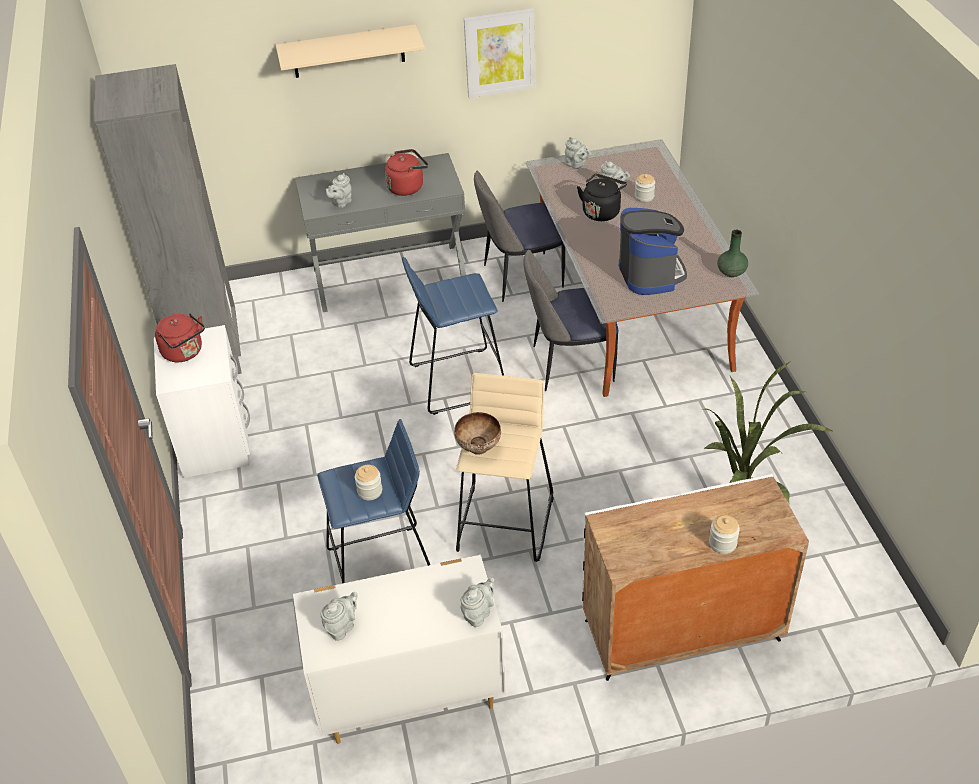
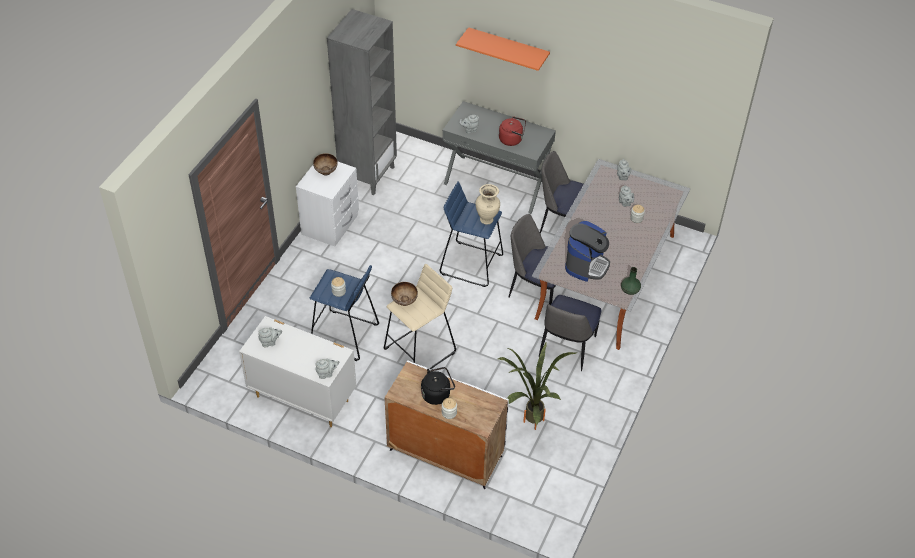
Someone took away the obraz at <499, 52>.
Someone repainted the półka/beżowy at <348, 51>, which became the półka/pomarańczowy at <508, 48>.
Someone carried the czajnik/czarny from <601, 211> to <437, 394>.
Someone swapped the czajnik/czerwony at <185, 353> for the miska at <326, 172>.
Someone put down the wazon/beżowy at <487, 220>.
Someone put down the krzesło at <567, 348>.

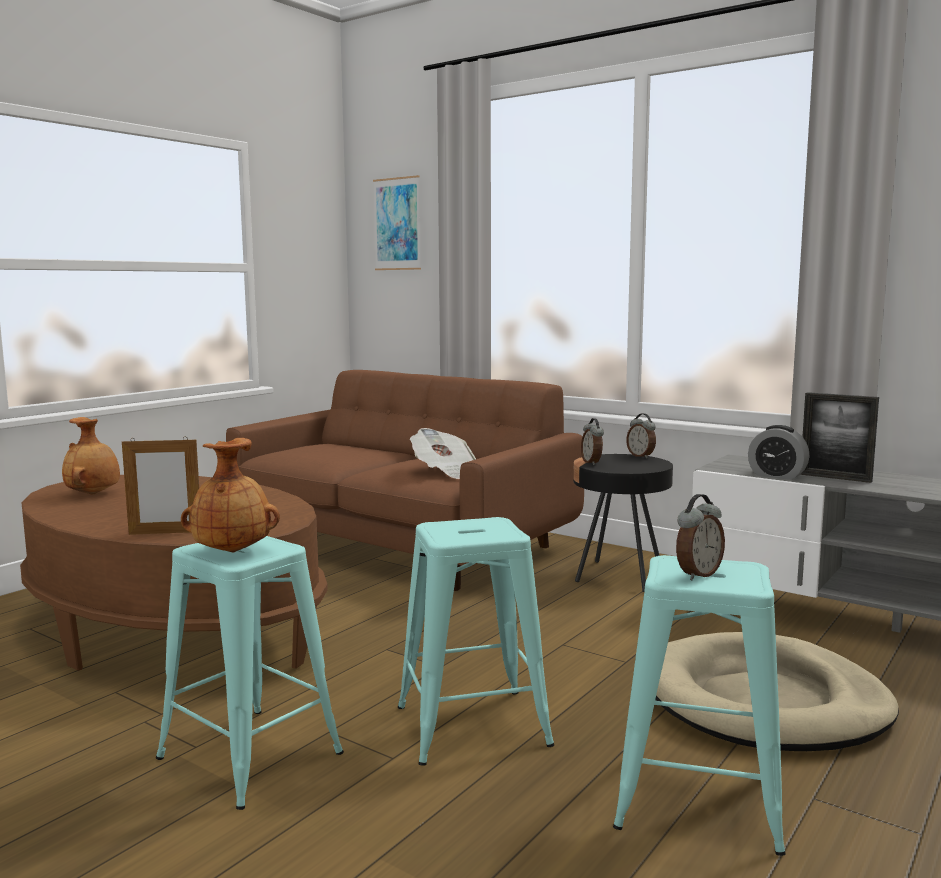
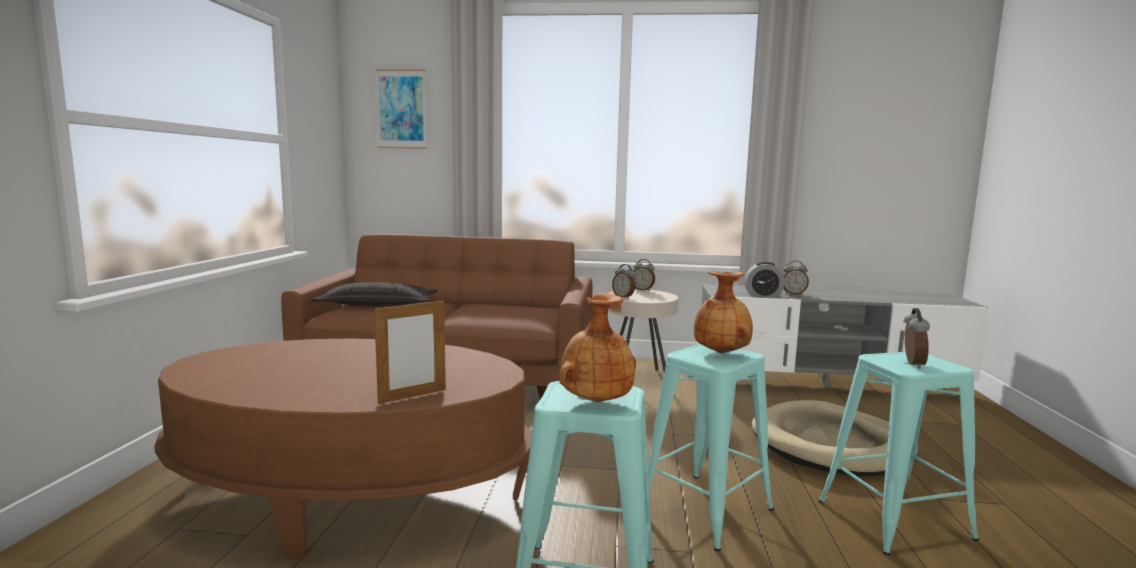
Someone swapped the ramka na zdjęcie at <835, 478> for the budzik at <793, 294>.
Someone carried the wazon/brązowy from <94, 494> to <722, 352>.
Someone took away the gazeta at <445, 472>.
Someone repainted the stolik/czarny at <619, 576>, which became the stolik/beżowy at <638, 378>.
Someone put down the poduszka at <377, 305>.

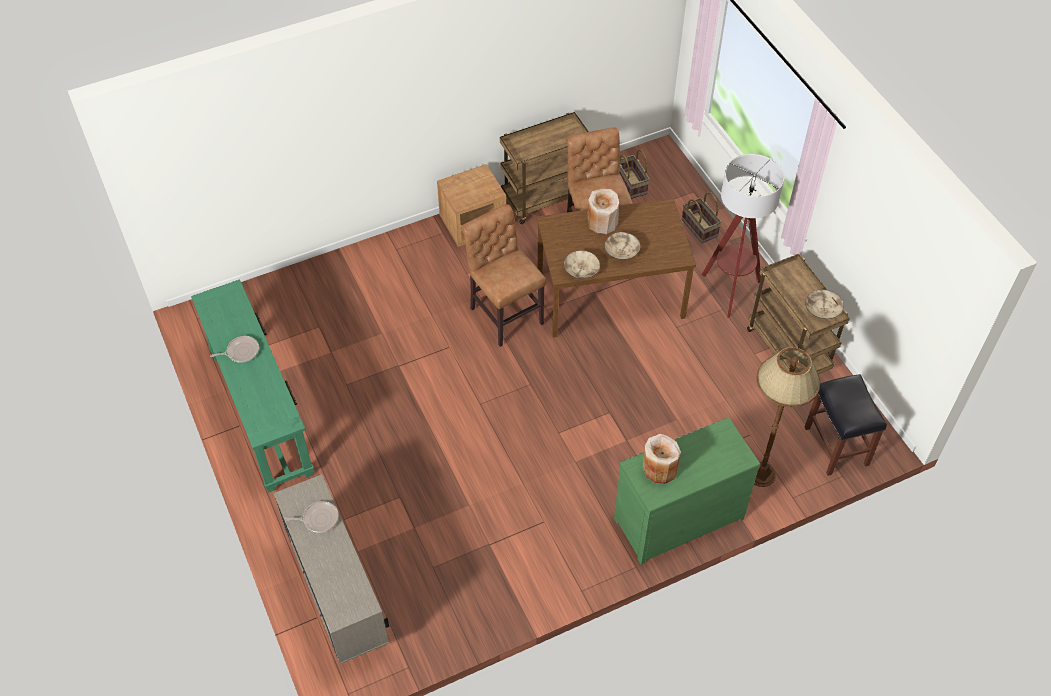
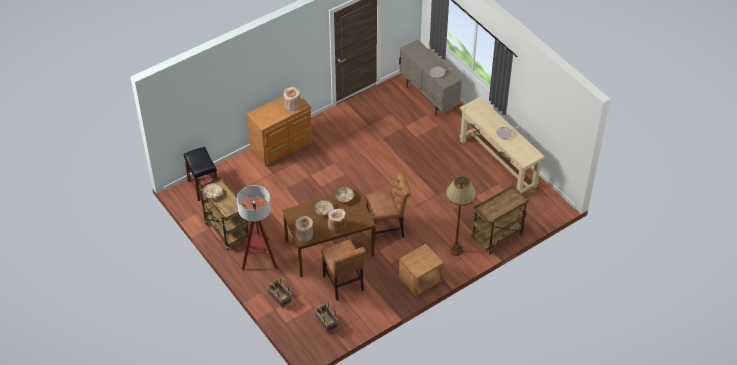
Someone carried the wózek/brązowy from <545, 198> to <497, 237>.
Someone rotated the krzesło/brązowy at <504, 313> by 60 degrees counterclockwise.
Someone repainted the stolik konsolowy/zielony at <262, 412>, which became the stolik konsolowy/beżowy at <497, 163>.
Someone carried the lampa stojąca/brązowy from <760, 474> to <456, 250>.
Someone repainted the komoda/zielony at <676, 516>, which became the komoda/brązowy at <282, 146>.
Someone put down the wazon/beżowy at <304, 235>.

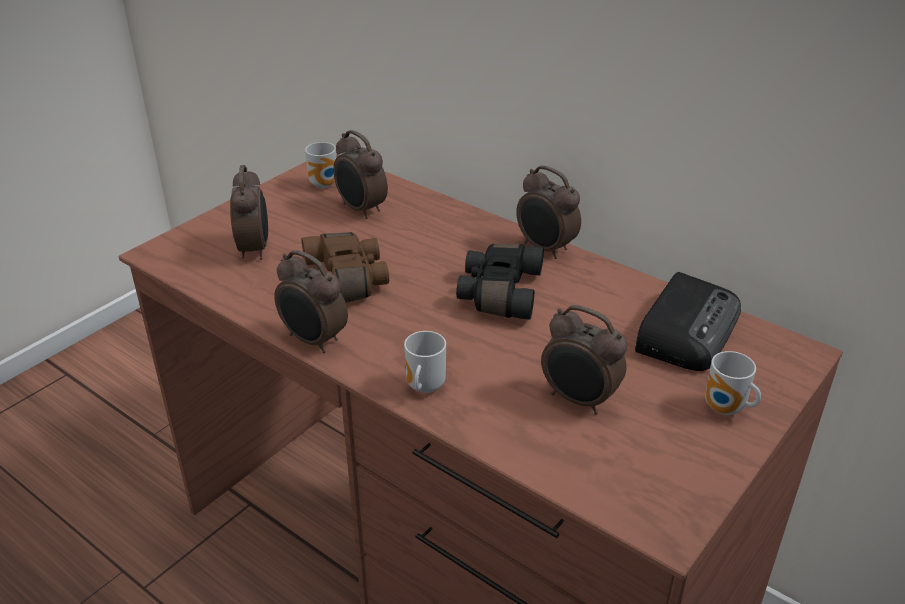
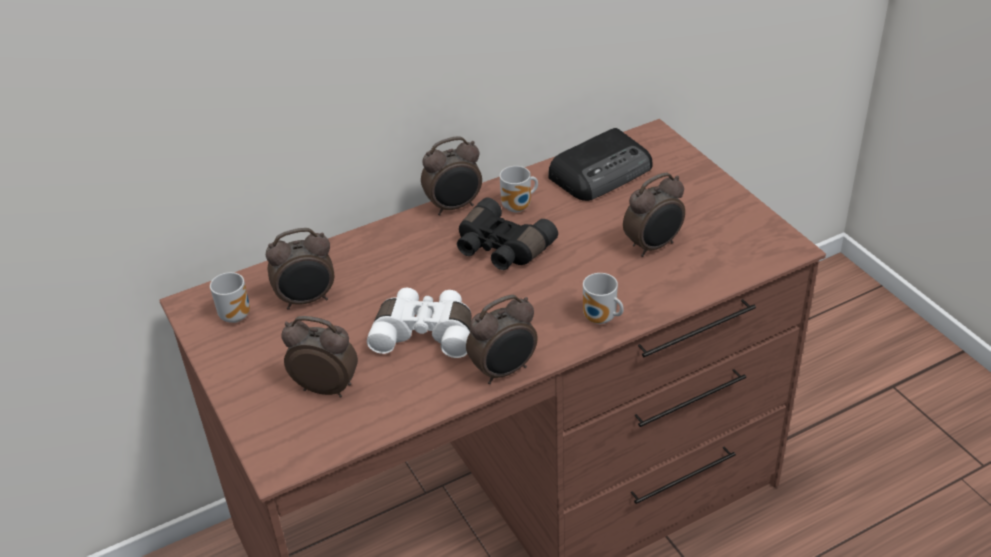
Someone repainted the lornetka/brązowy at <348, 280>, which became the lornetka/biały at <425, 332>.
Someone rotated the radio at <687, 329> by 90 degrees clockwise.
Someone carried the kubek from <725, 410> to <519, 207>.

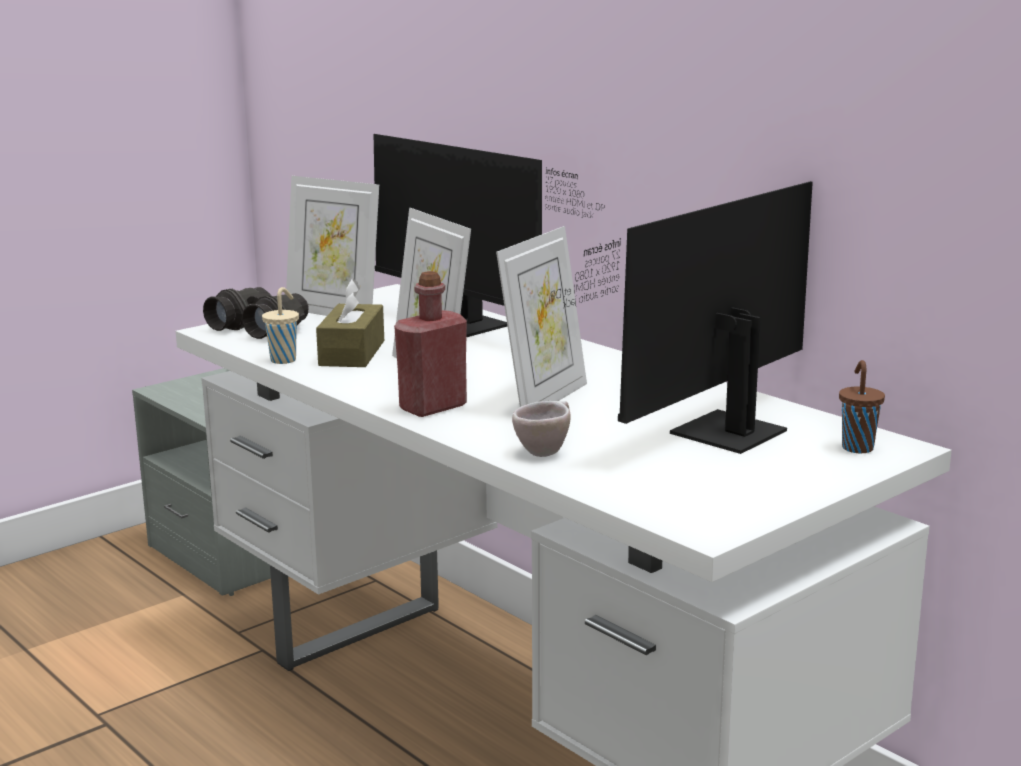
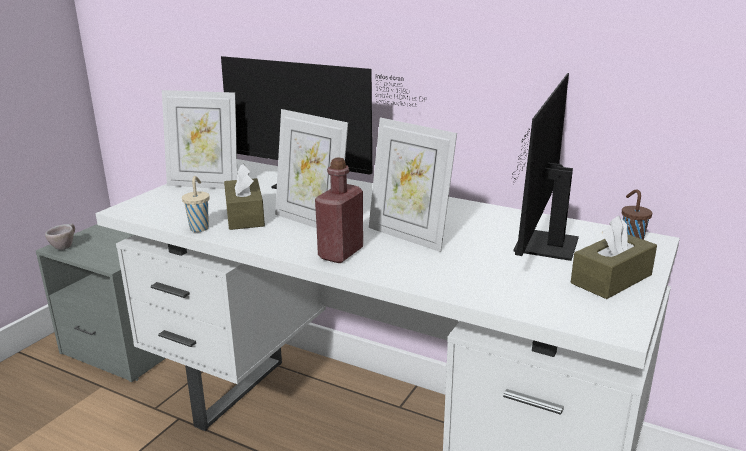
Someone rotated the ramka na zdjęcie at <544, 400> by 120 degrees clockwise.
Someone took away the lornetka/czarny at <260, 328>.
Someone carried the filiżanka/beżowy from <546, 451> to <65, 246>.
Someone put down the pudełko chusteczek/brązowy at <611, 279>.

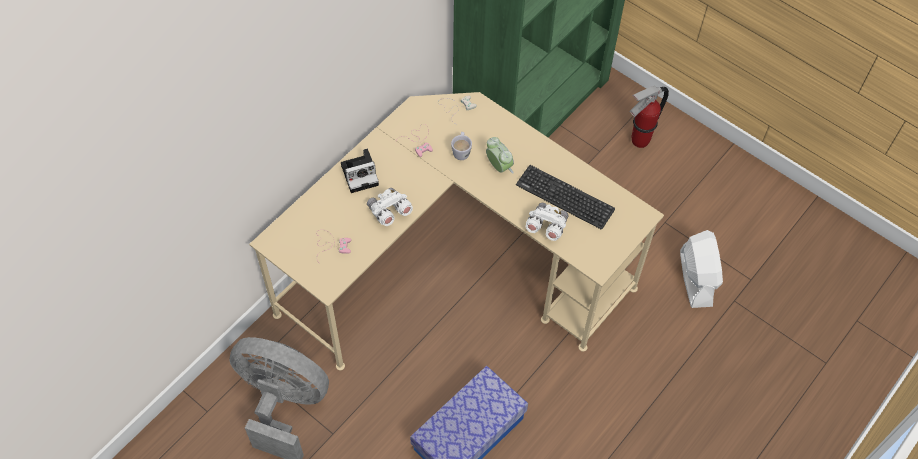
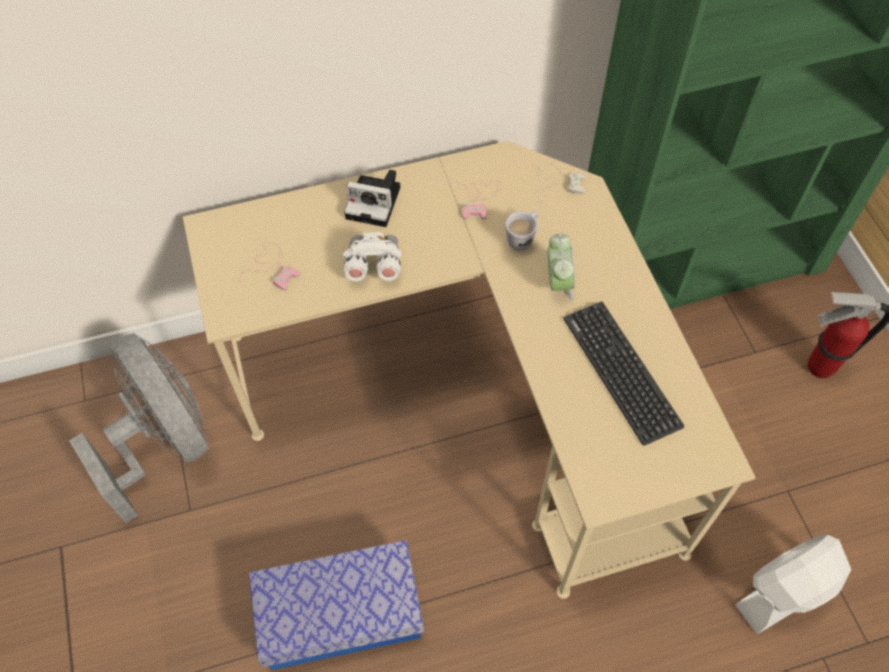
Someone took away the lornetka/biały at <546, 226>.
Someone rotated the wentylator/biały at <696, 278> by 150 degrees counterclockwise.

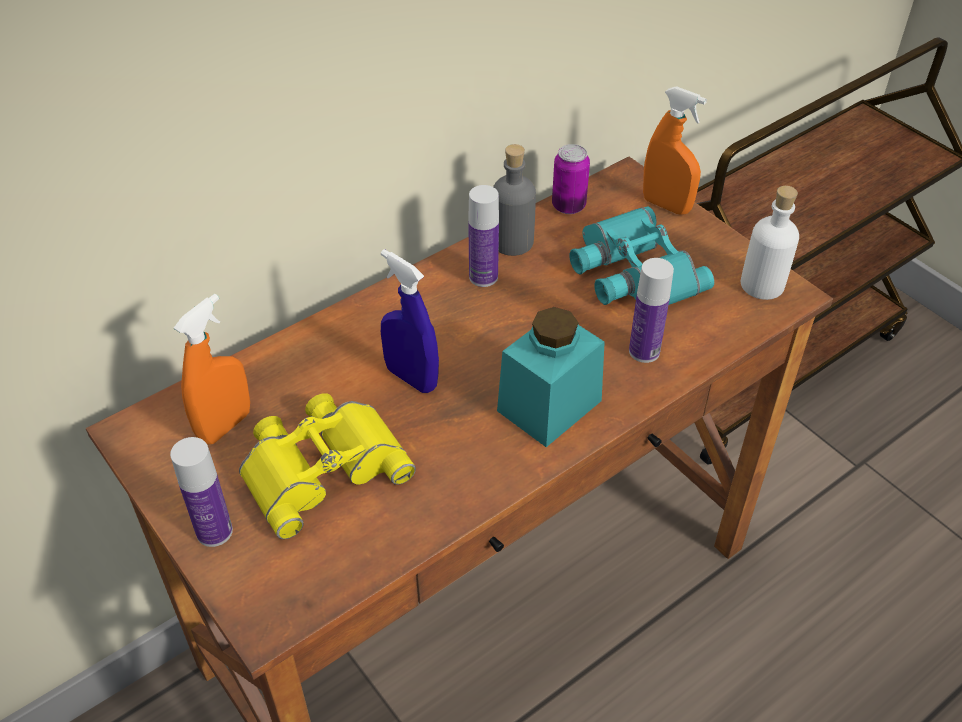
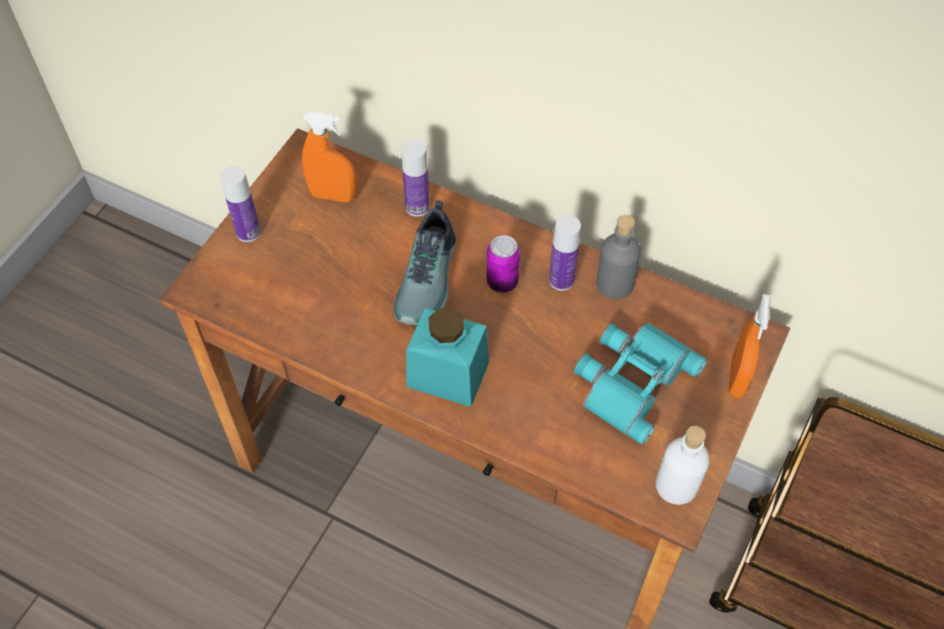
Someone carried the puszka from <568, 206> to <502, 282>.
Someone swapped the spryskiwacz/niebieski at <411, 378> for the but at <429, 278>.
Someone carried the butelka from <644, 351> to <417, 207>.
Someone took away the lornetka/żółty at <322, 466>.

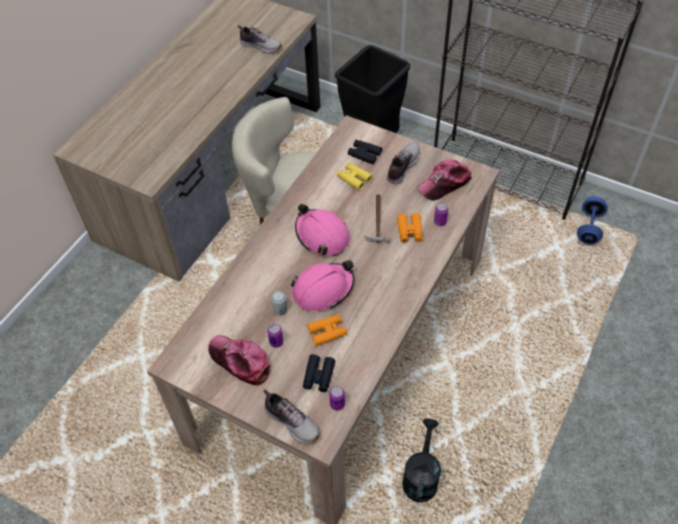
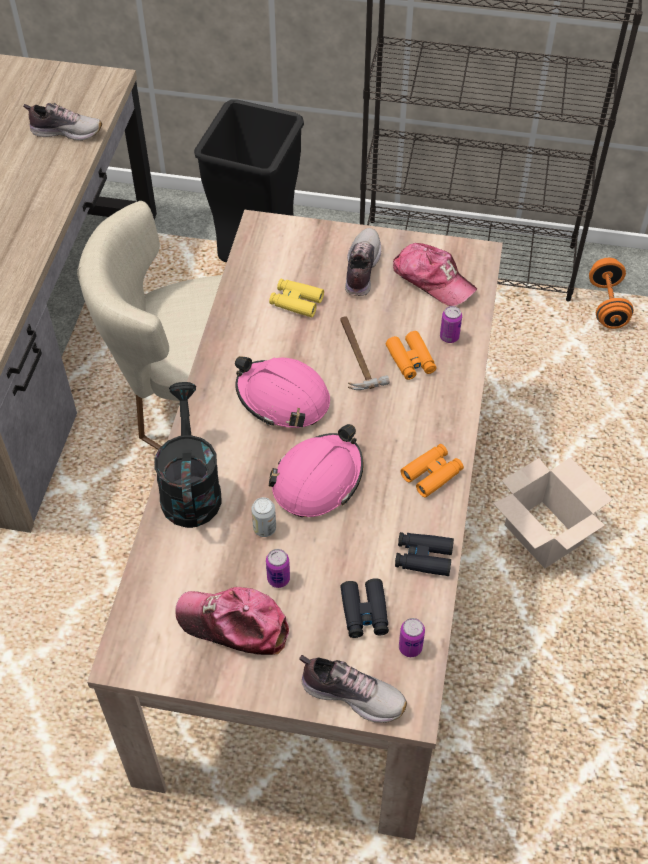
Someone carried the lornetka/czarny from <364, 154> to <423, 557>.
Someone rotated the czapka z daszkiem at <444, 184> by 90 degrees counterclockwise.
Someone repainted the hantel/niebieski at <589, 228>, which became the hantel/pomarańczowy at <607, 305>.
Someone carried the lornetka/pomarańczowy from <327, 332> to <432, 474>.
Someone carried the konewka/czarny from <420, 476> to <190, 488>.
Someone put down the karton at <545, 536>.

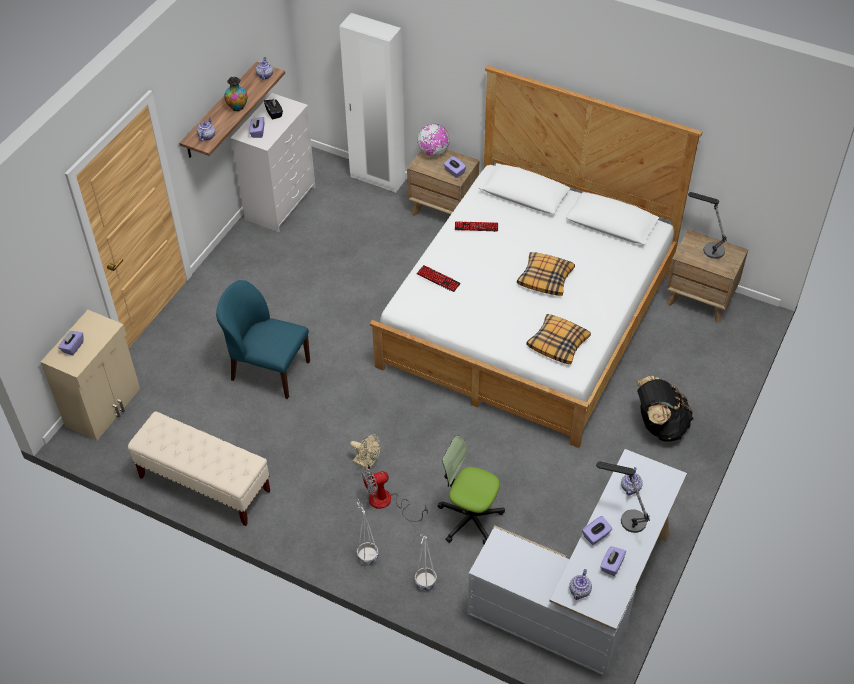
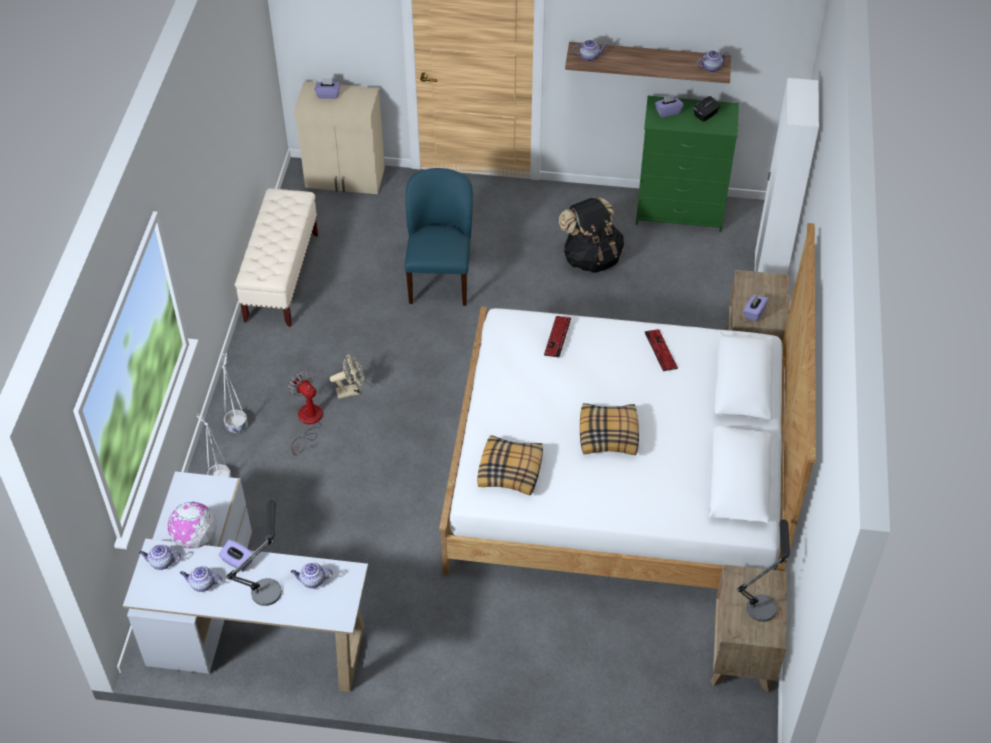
Someone took away the wazon at <237, 107>.
Someone repainted the komoda/biały at <280, 202>, which became the komoda/zielony at <680, 212>.
Someone carried the globus from <433, 152> to <195, 540>.
Someone carried the plecak/czarny from <659, 425> to <591, 257>.
Someone rotated the wentylator/beżowy at <367, 463> by 120 degrees counterclockwise.
Someone took away the krzesło biurowe at <470, 518>.
Someone swapped the pudełko chusteczek/fioletowy at <611, 565> for the imbryk at <202, 584>.

